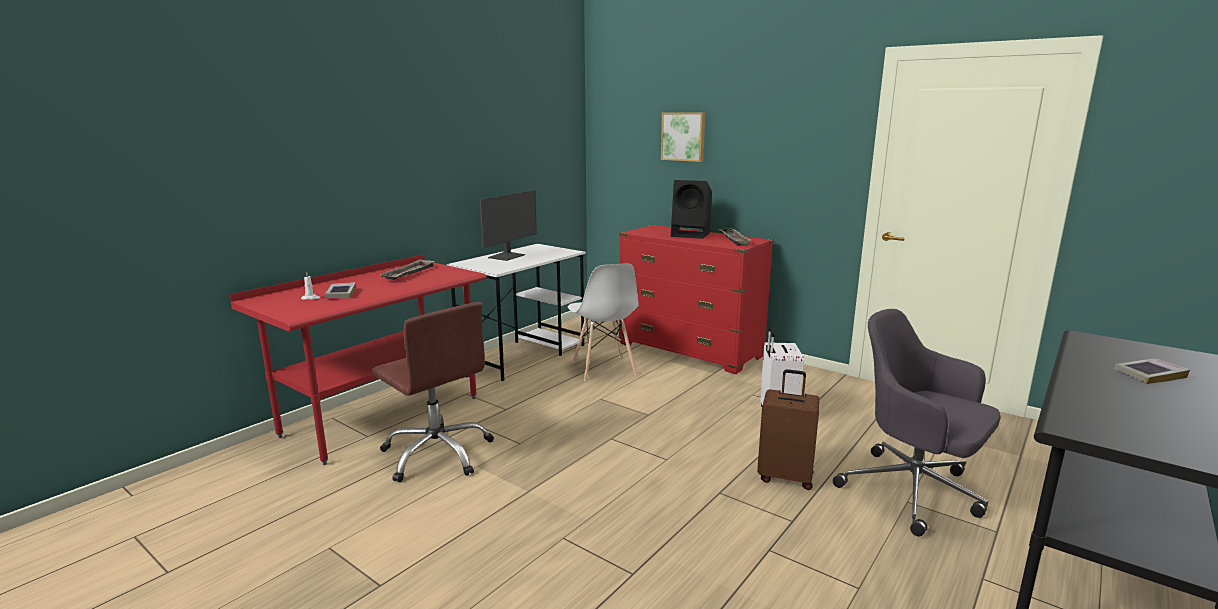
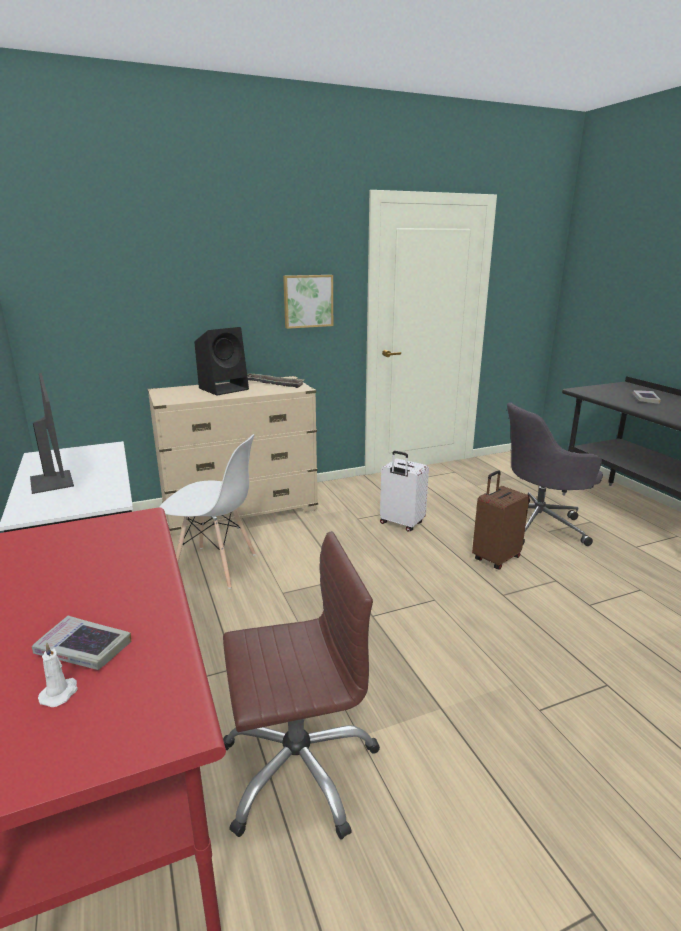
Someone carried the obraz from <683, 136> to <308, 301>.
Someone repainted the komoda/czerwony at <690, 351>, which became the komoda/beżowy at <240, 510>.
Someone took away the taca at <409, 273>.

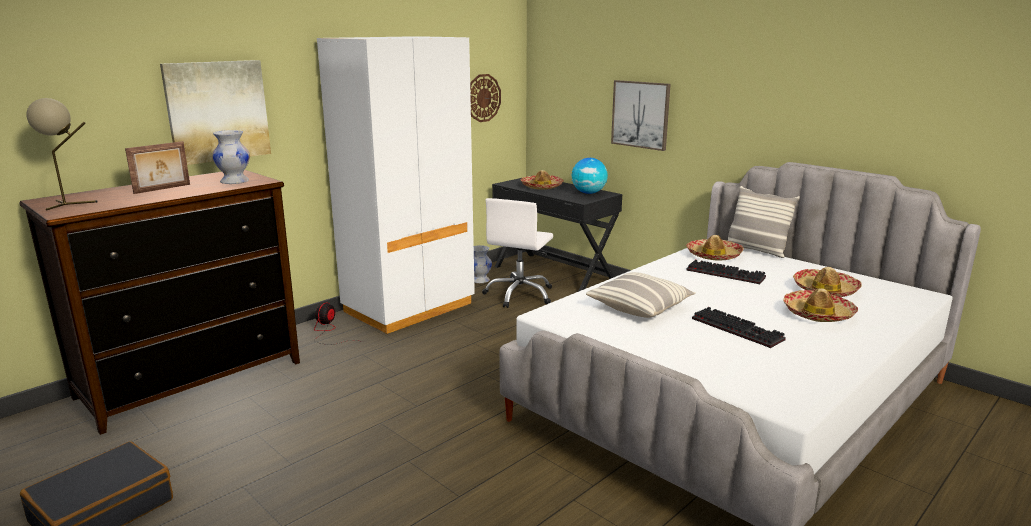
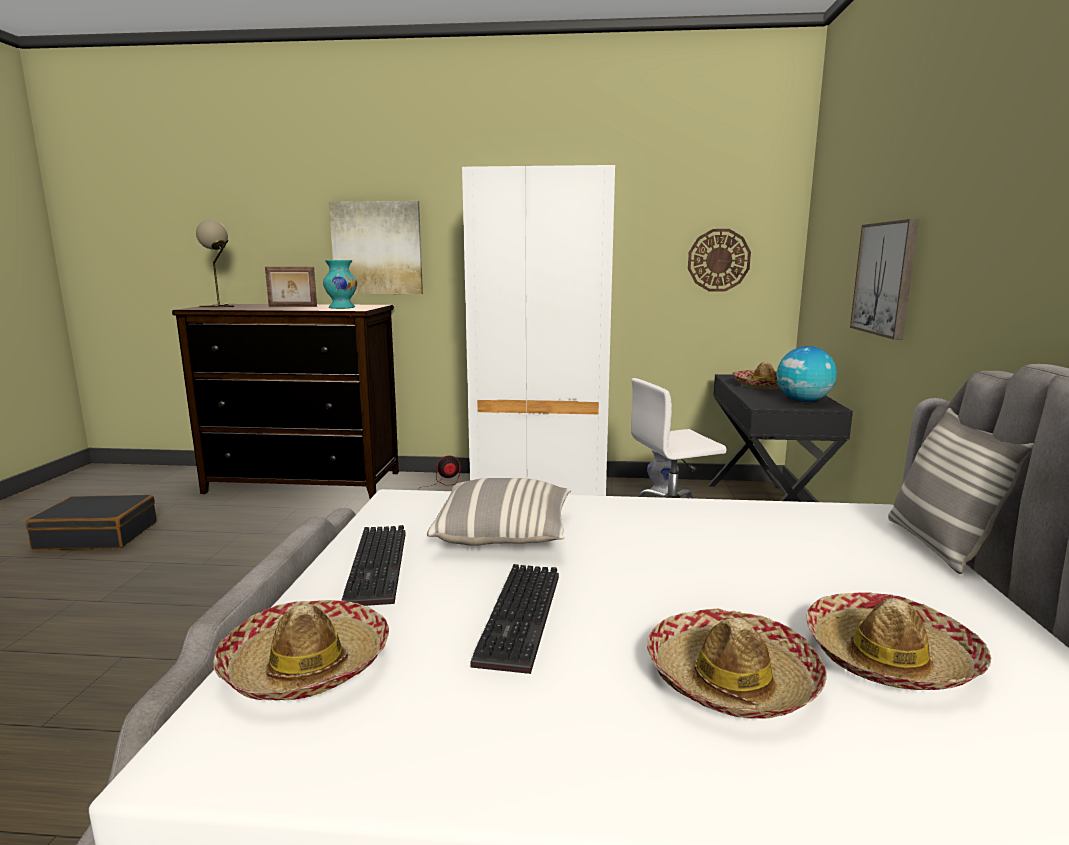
Someone repainted the wazon/biały at <235, 182>, which became the wazon/turkusowy at <342, 308>.
Someone carried the kapelusz from <713, 255> to <307, 665>.
Someone carried the klawiatura from <727, 274> to <380, 568>.

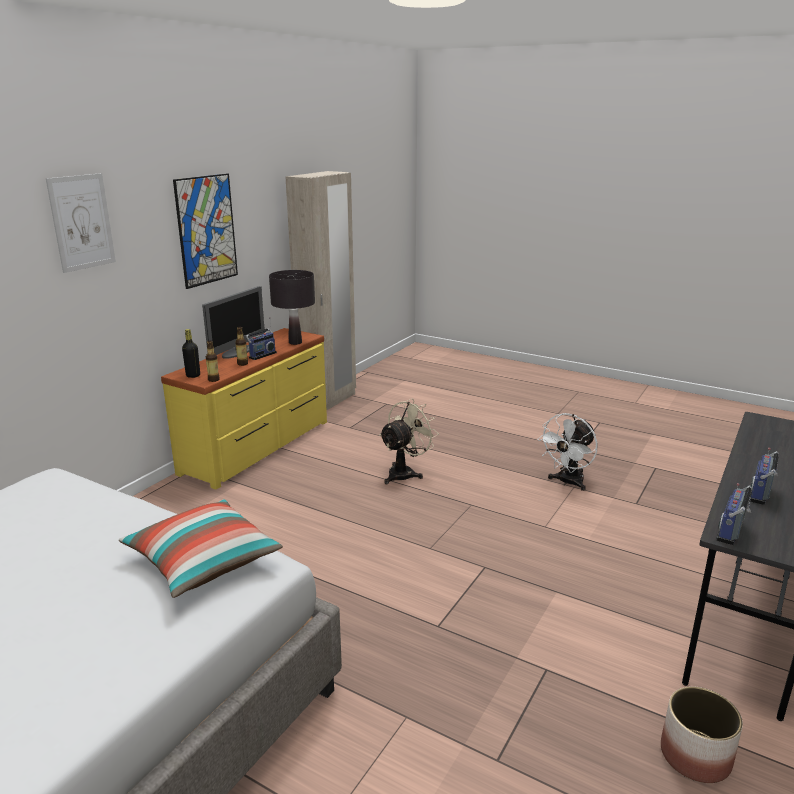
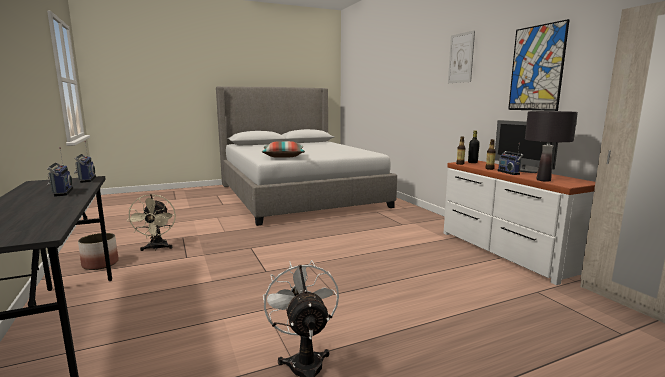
Someone repainted the komoda/żółty at <258, 447>, which became the komoda/biały at <505, 252>.
Someone carried the wentylator/beżowy from <405, 473> to <157, 248>.

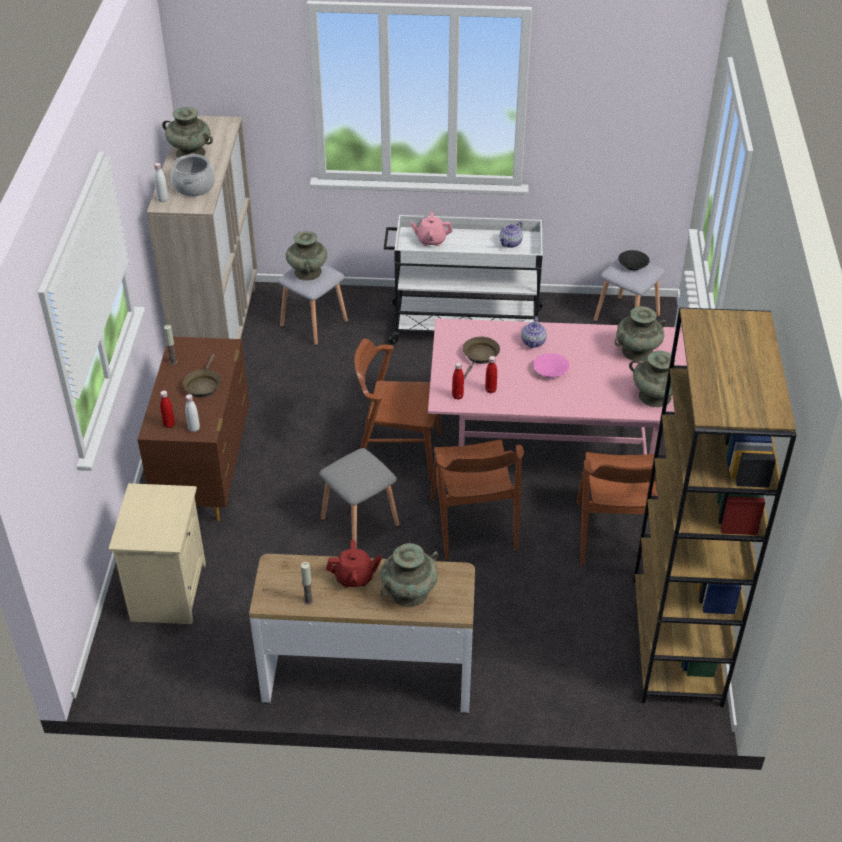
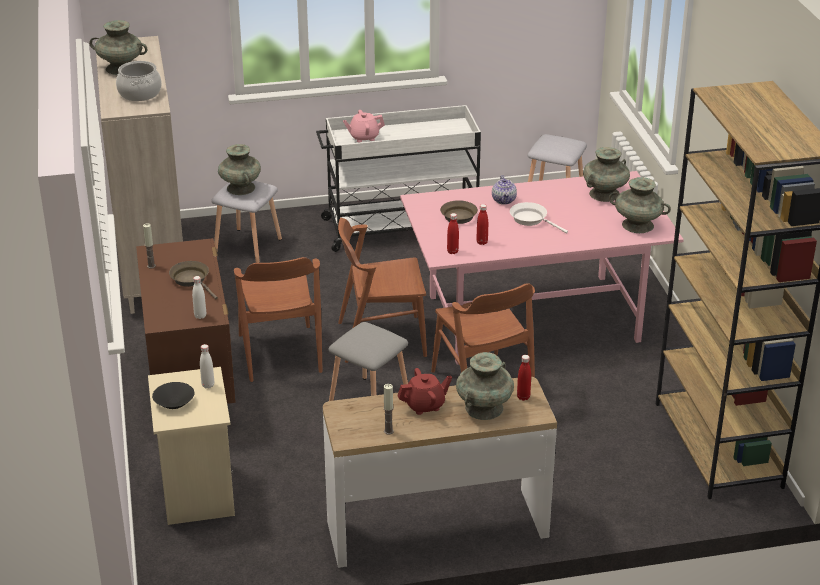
Someone carried the butelka/biały from <163, 199> to <208, 385>.
Someone took away the imbryk at <510, 243>.
Someone carried the miska/czarny from <632, 265> to <173, 402>.
Someone swapped the miska/różowy at <550, 370> for the patelnia/biały at <531, 219>.
Someone rotated the patelnia/brązowy at <203, 385> by 150 degrees clockwise.
Someone carried the butelka/czerwony from <169, 425> to <523, 397>.
Someone carried the krzesło/brązowy from <615, 534> to <280, 353>.

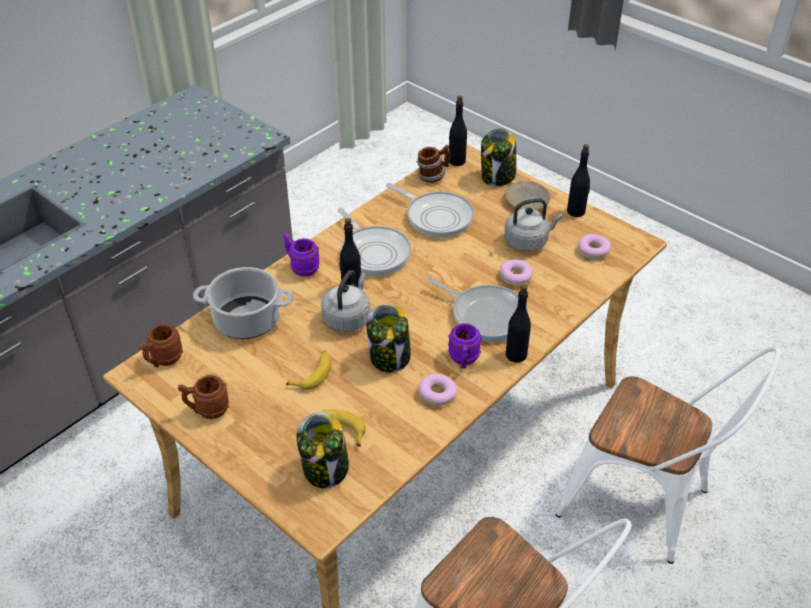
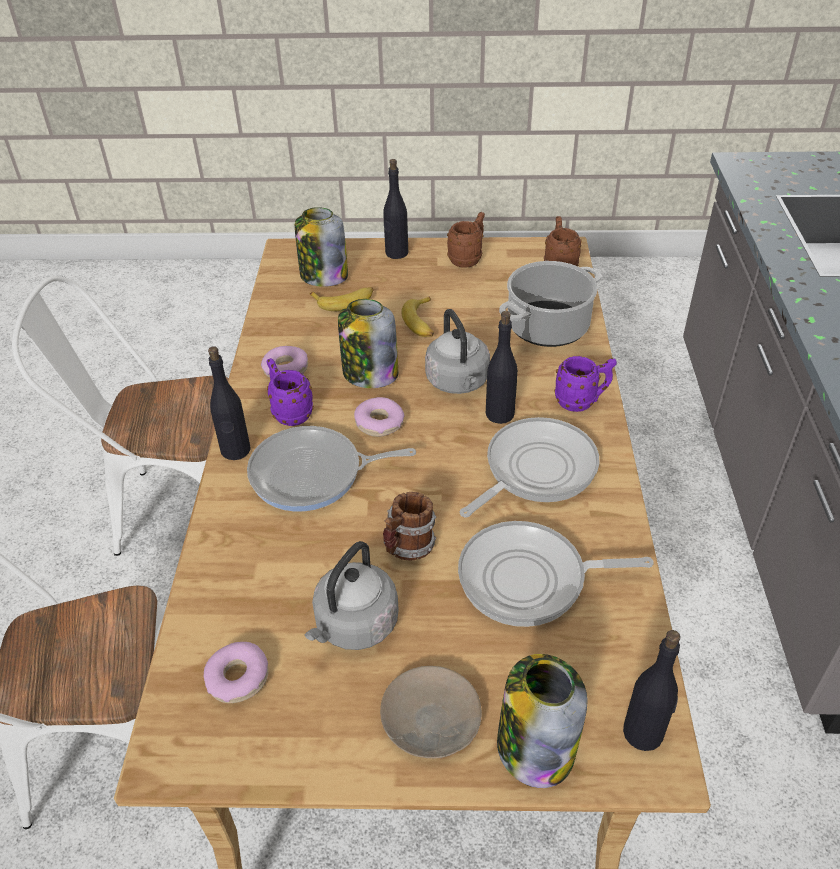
Someone carried the butelka/czarny from <576, 211> to <396, 253>.
Someone carried the kubek from <433, 176> to <408, 548>.
Someone rotated the patelnia at <373, 252> by 120 degrees clockwise.
Someone carried the donut from <515, 277> to <379, 423>.

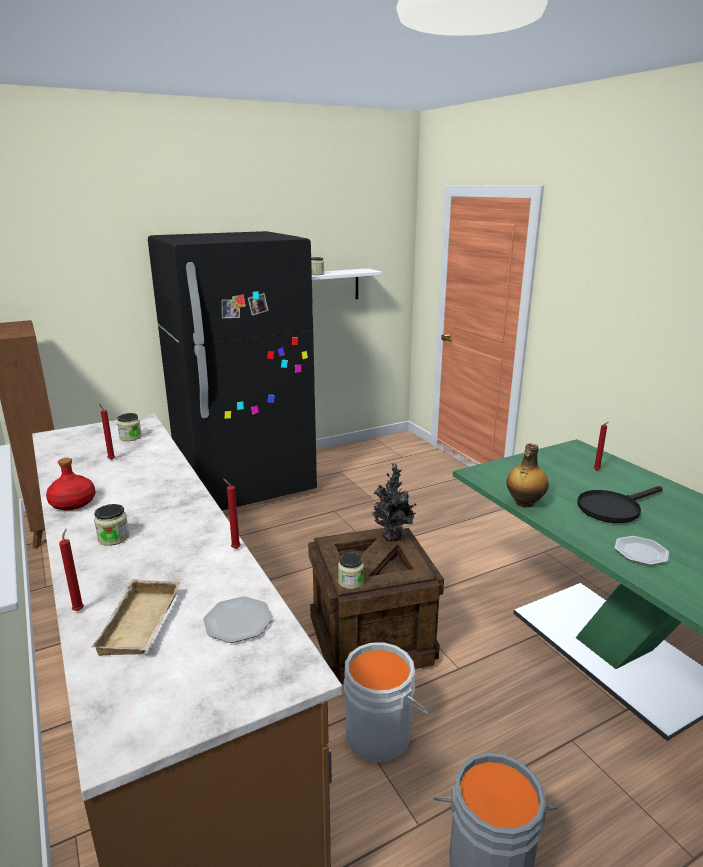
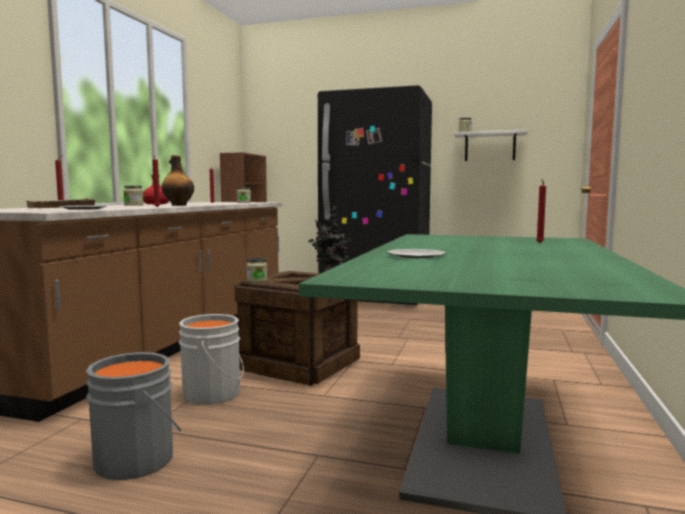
Someone carried the butelka from <524, 503> to <178, 205>.
Someone took away the patelnia/czarny at <613, 508>.

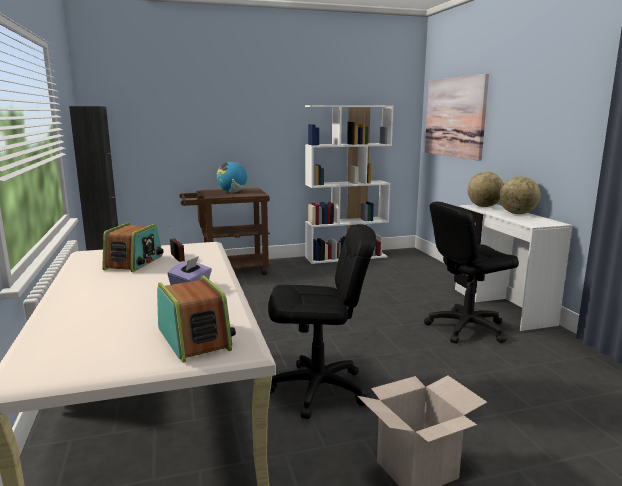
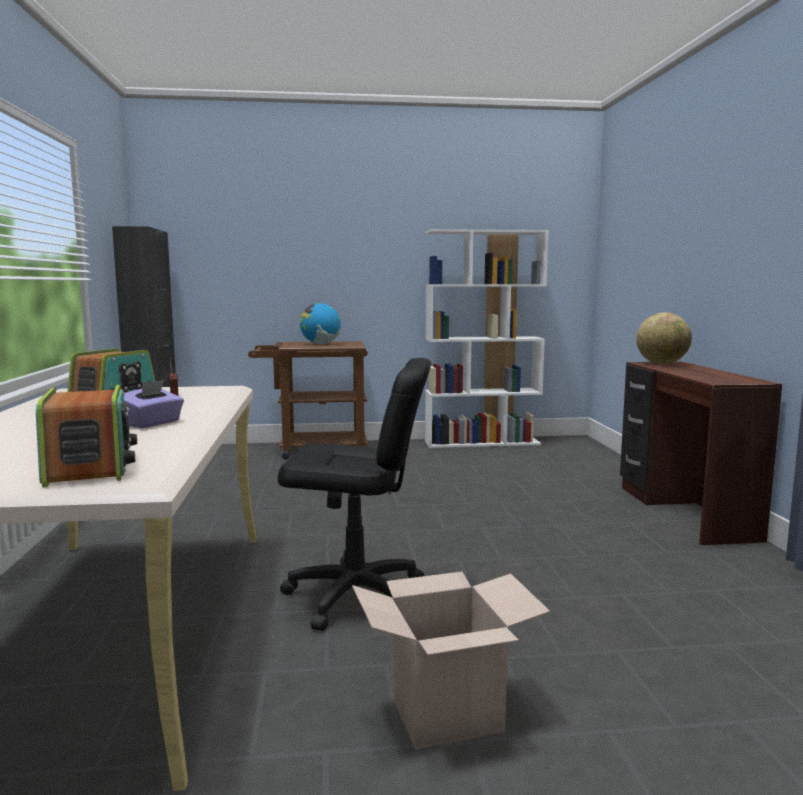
Someone took away the obraz at <455, 117>.
Someone took away the globus at <517, 214>.
Someone took away the krzesło biurowe/czarny at <466, 328>.
Someone repainted the biurko/biały at <500, 306>, which became the biurko/brązowy at <683, 512>.

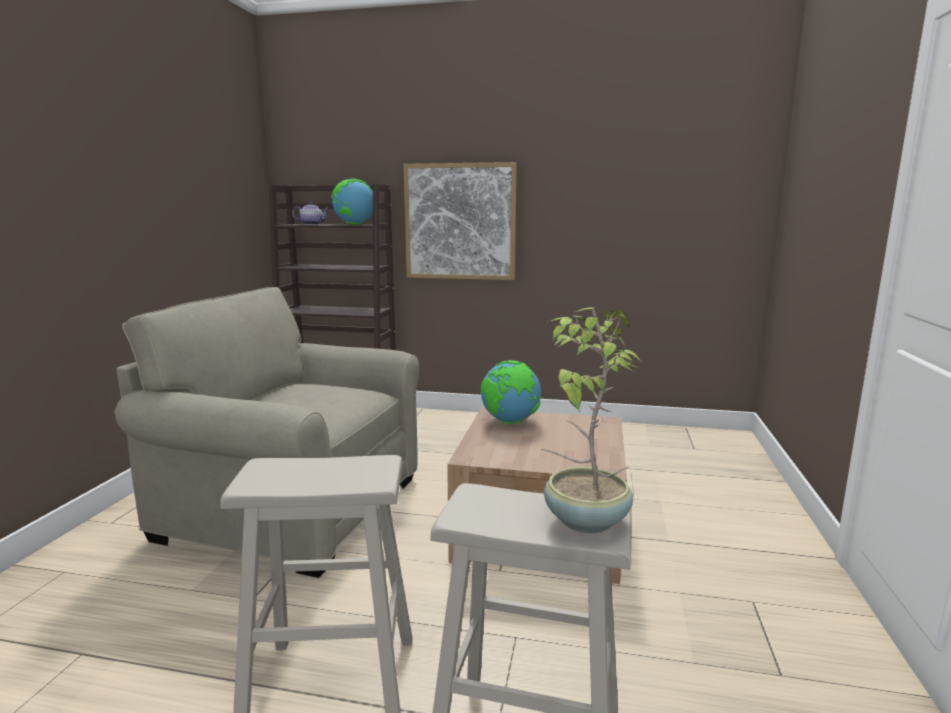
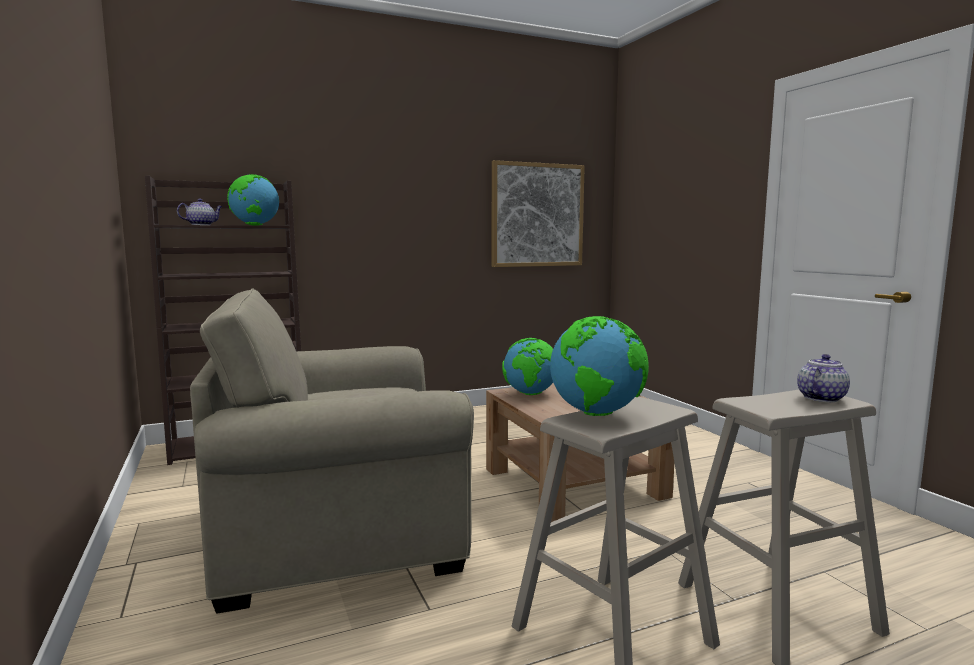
Someone carried the obraz from <460, 222> to <537, 215>.
Someone swapped the roślina doniczkowa at <583, 520> for the imbryk at <821, 398>.
Someone put down the globus at <597, 414>.

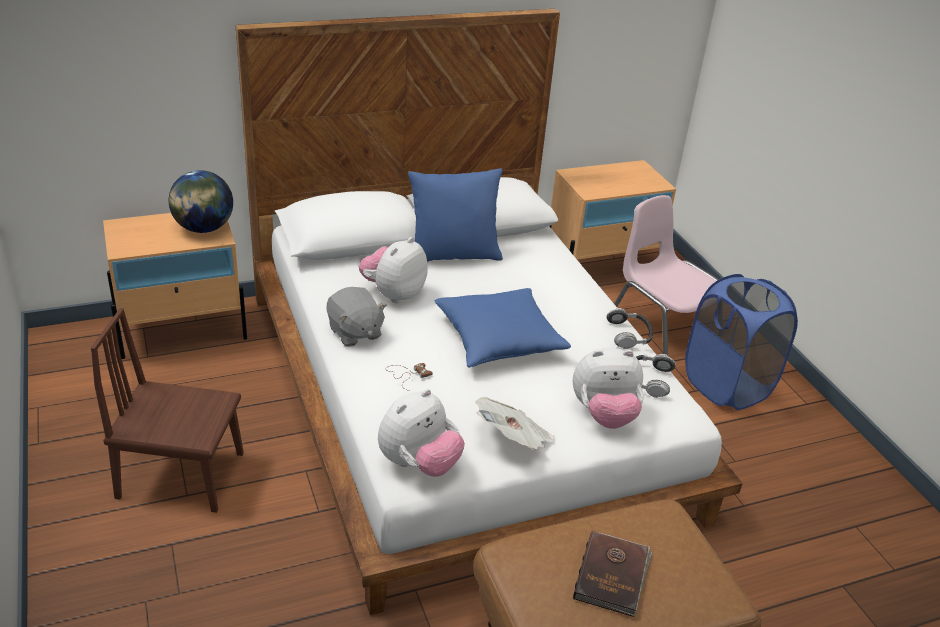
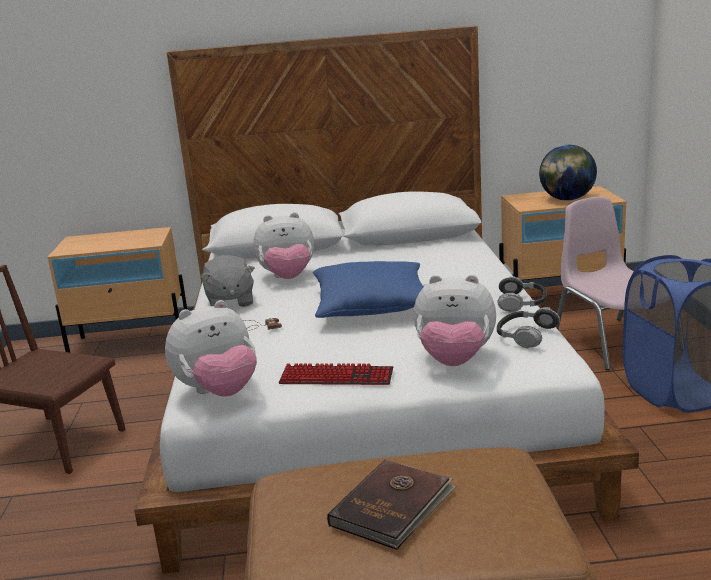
Someone took away the poduszka/niebieski at <453, 255>.
Someone carried the globus from <203, 228> to <567, 199>.
Someone rotated the pluszak at <393, 294> by 150 degrees counterclockwise.
Someone swapped the gazeta at <513, 440> for the klawiatura at <336, 377>.

